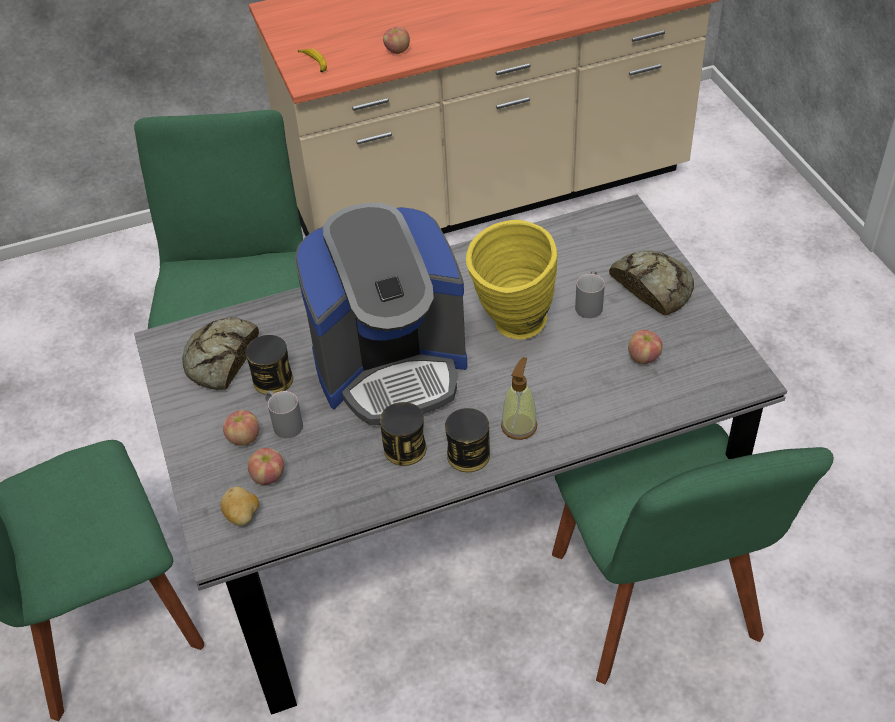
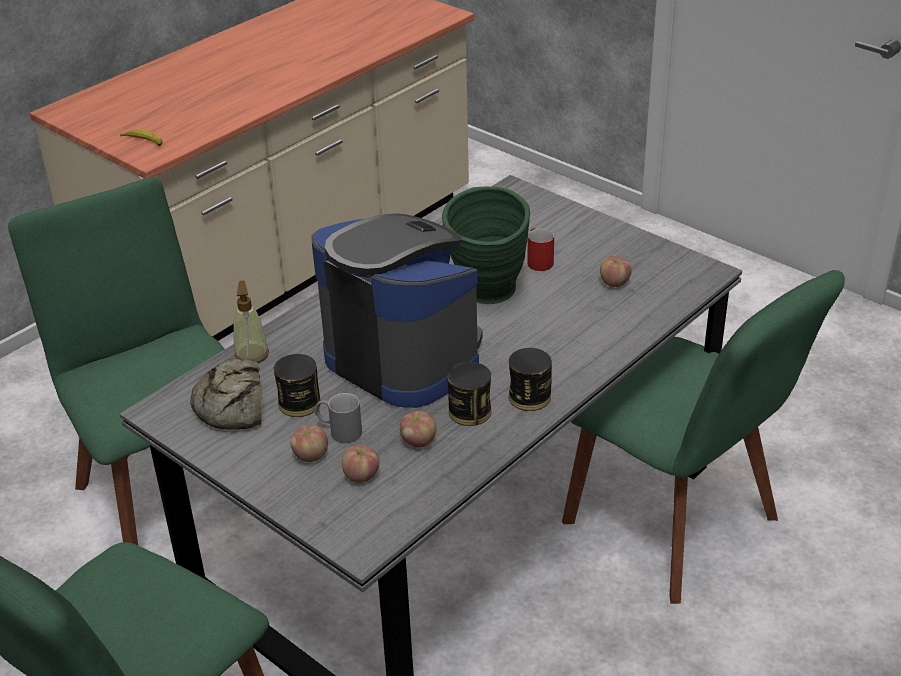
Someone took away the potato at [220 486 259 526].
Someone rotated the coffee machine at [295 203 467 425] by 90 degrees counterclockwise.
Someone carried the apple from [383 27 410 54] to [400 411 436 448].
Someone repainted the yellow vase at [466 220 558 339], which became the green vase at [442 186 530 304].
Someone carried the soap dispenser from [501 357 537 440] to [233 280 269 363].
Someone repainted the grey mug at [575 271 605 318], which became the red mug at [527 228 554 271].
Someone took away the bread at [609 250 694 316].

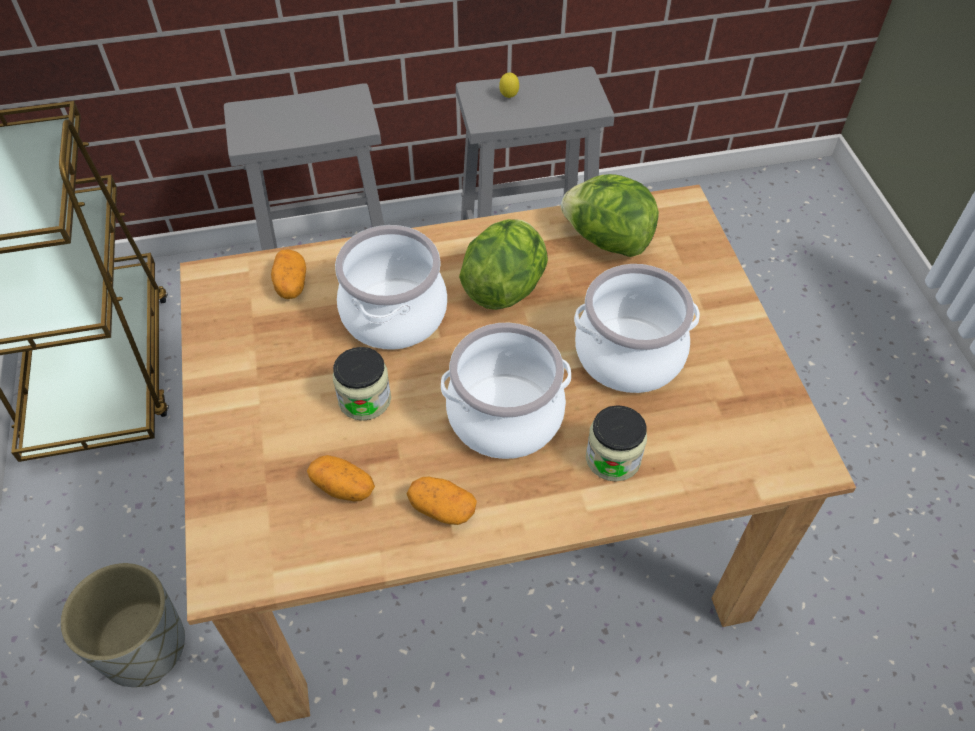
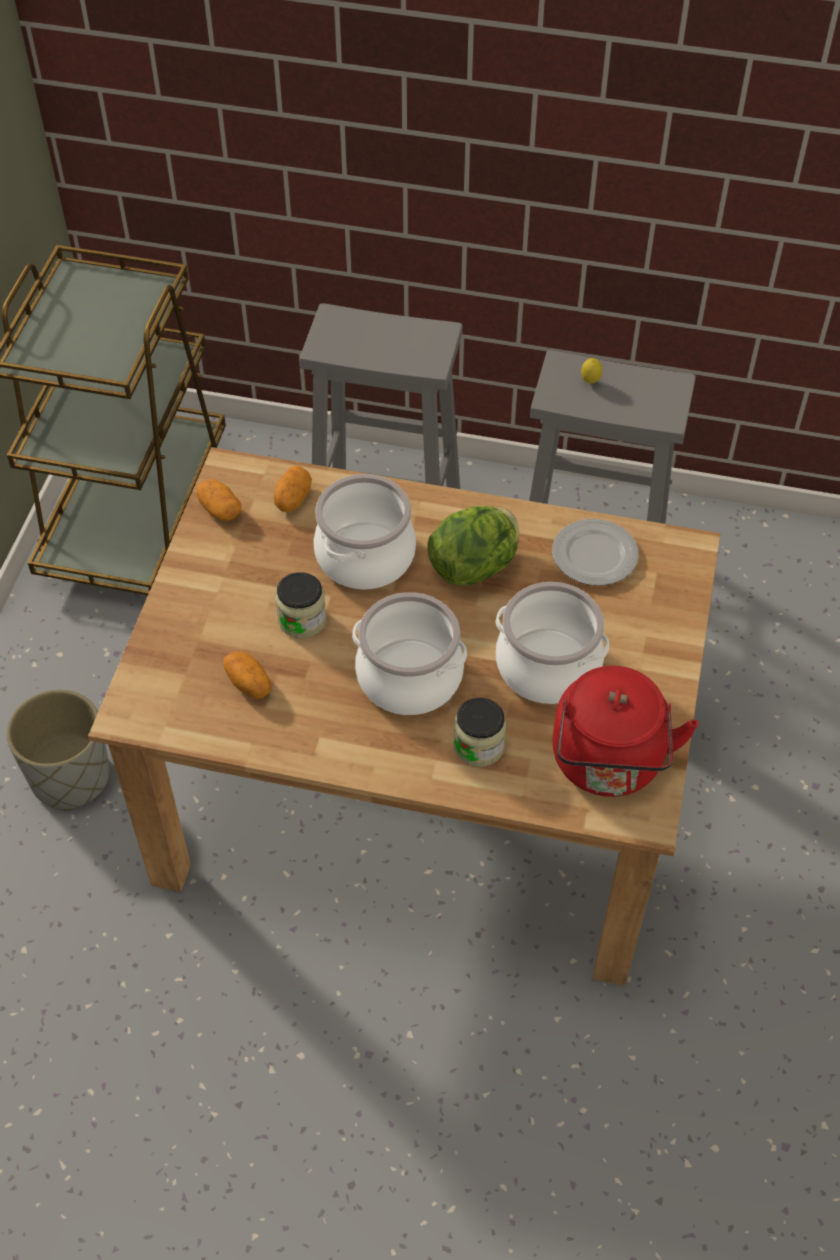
Someone carried the potato from [406 476 477 525] to [197 479 241 521].
Someone swapped the lettuce at [561 174 659 257] for the plate at [552 519 639 586].
Someone put down the red kettle at [552 666 699 797].

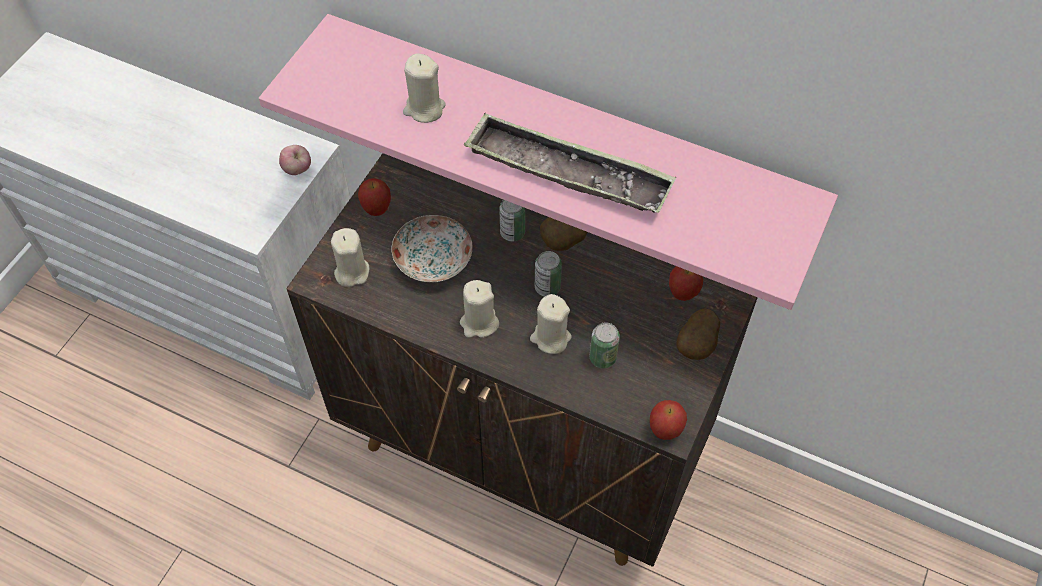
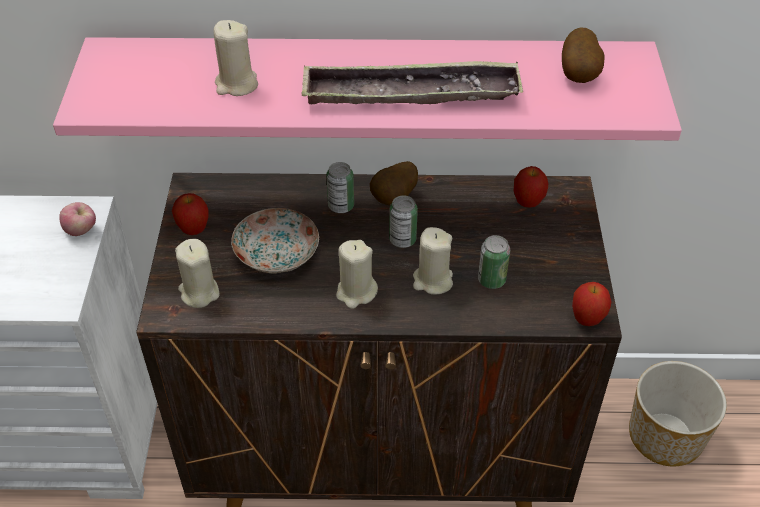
Someone carried the potato from [676 309 720 360] to [562 28 604 83].
Someone put down the planter at [629 361 727 466].

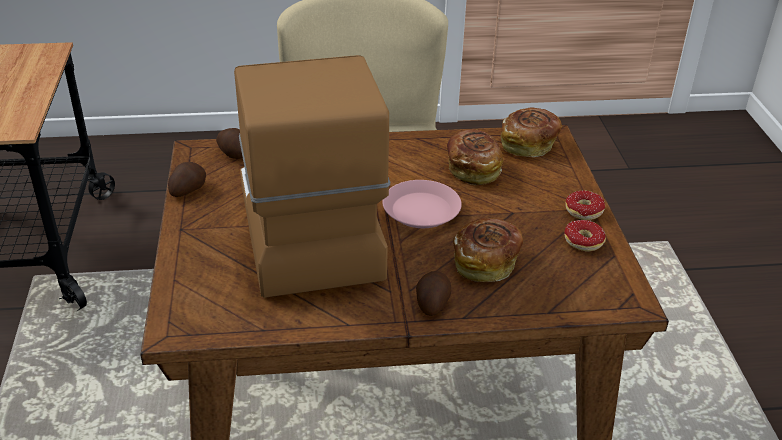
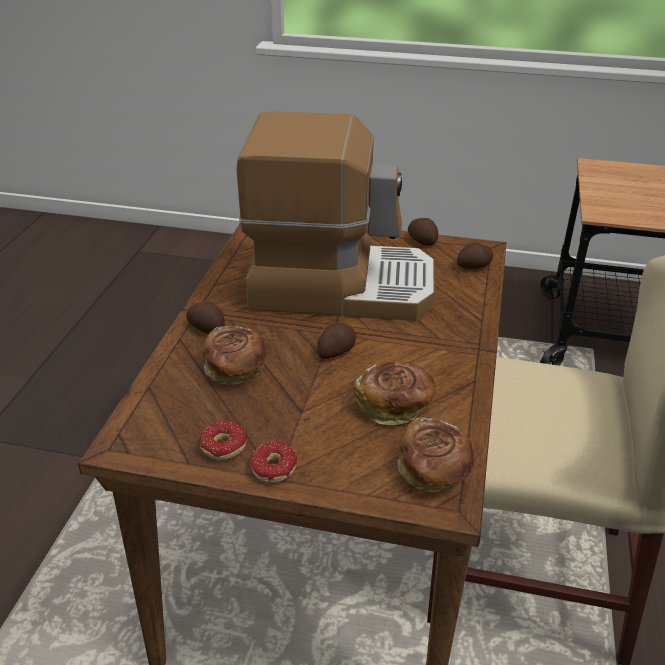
Someone swapped the pink plate at [382 180 462 228] for the potato at [317 323 356 359].

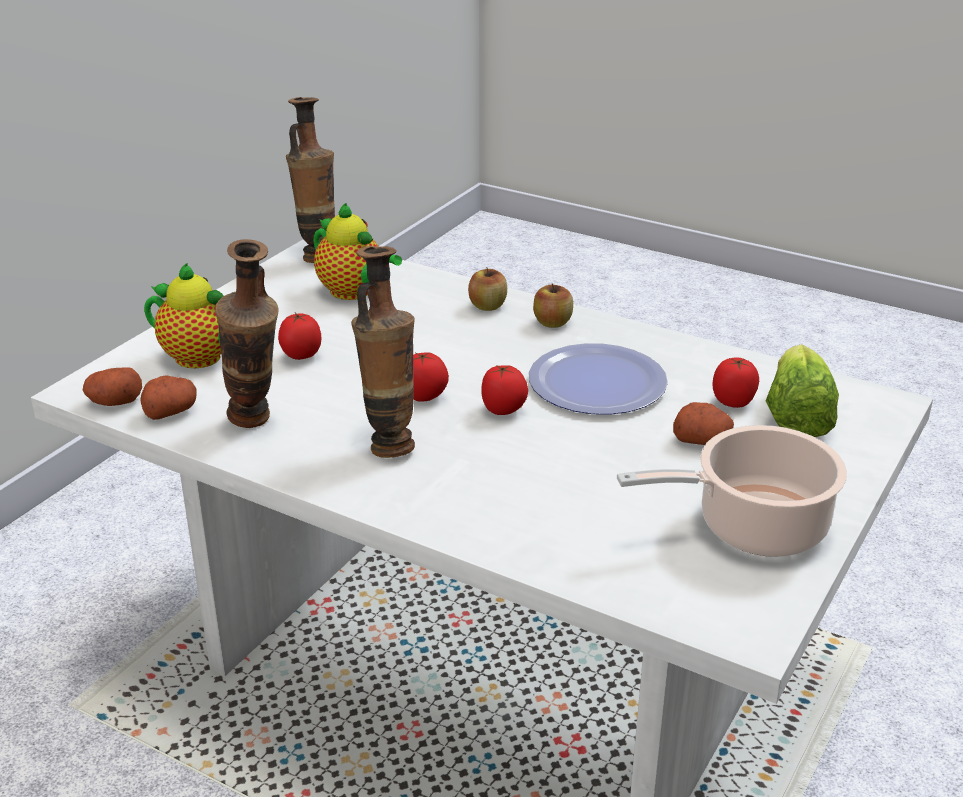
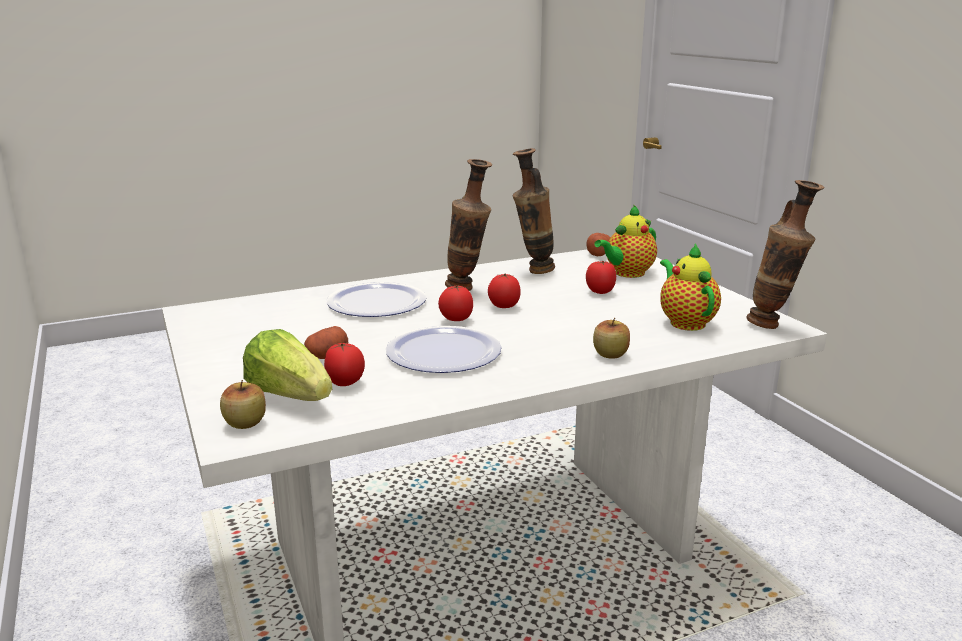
Someone took away the potato at [140 375 197 420].
Someone rotated the teapot at [313 203 402 300] by 90 degrees clockwise.
Someone carried the apple from [533 283 573 328] to [220 380 266 429].
Someone took away the cooking pot at [617 425 847 557].
Someone put down the plate at [327 282 426 317].

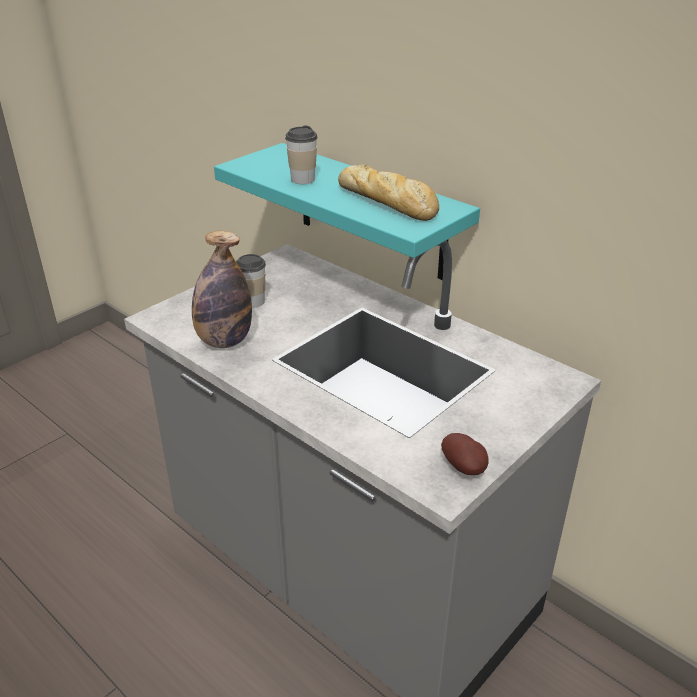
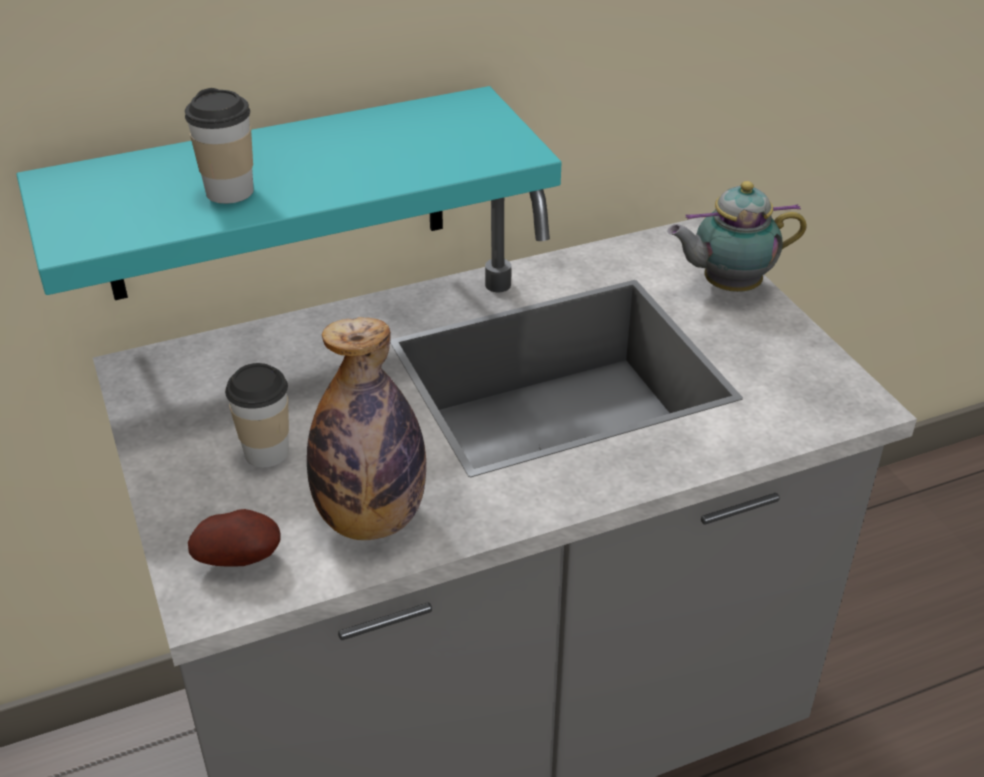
Someone took away the bread at [338 164 439 221].
Someone carried the potato from [441 433 489 475] to [188 509 281 567].
Someone put down the teapot at [668 181 807 292].

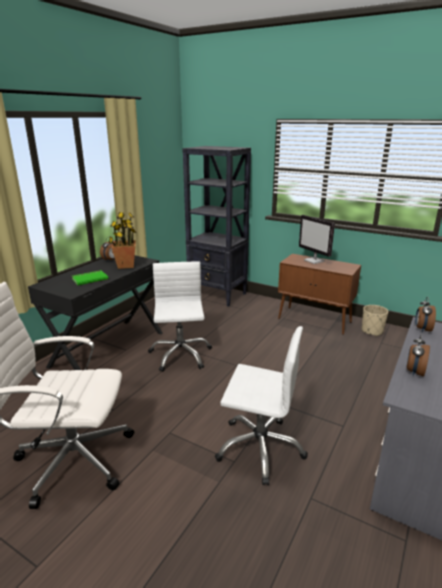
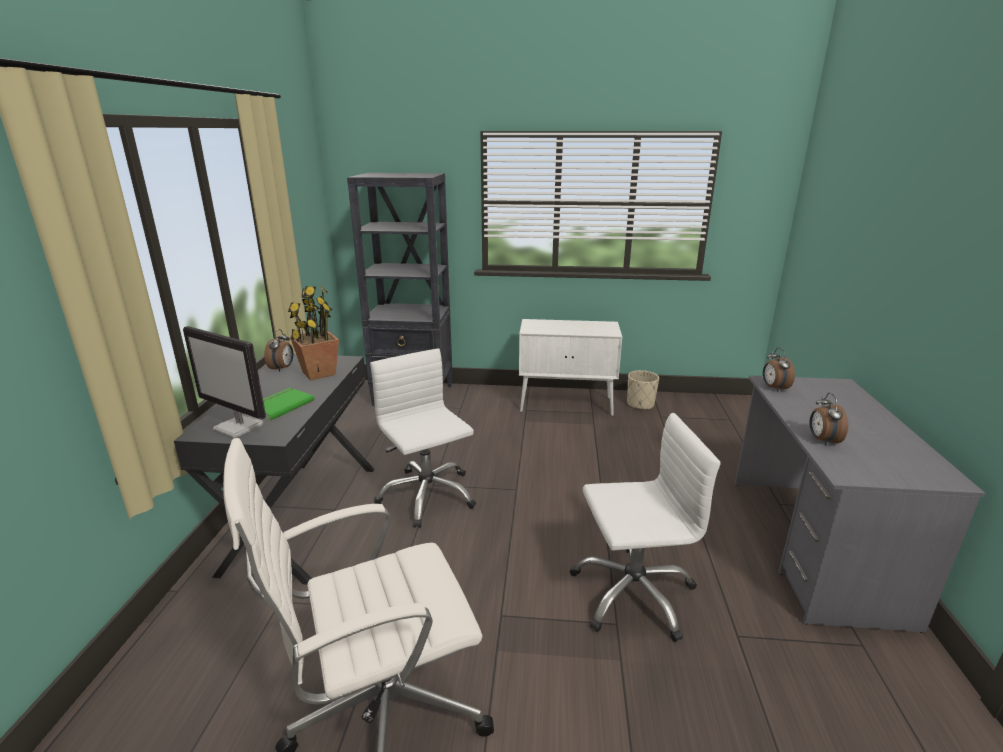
Someone repainted the brown cabinet at [278 254 361 335], which became the white cabinet at [519 319 622 416].
Someone carried the monitor from [299 215 335 264] to [183 326 266 438].

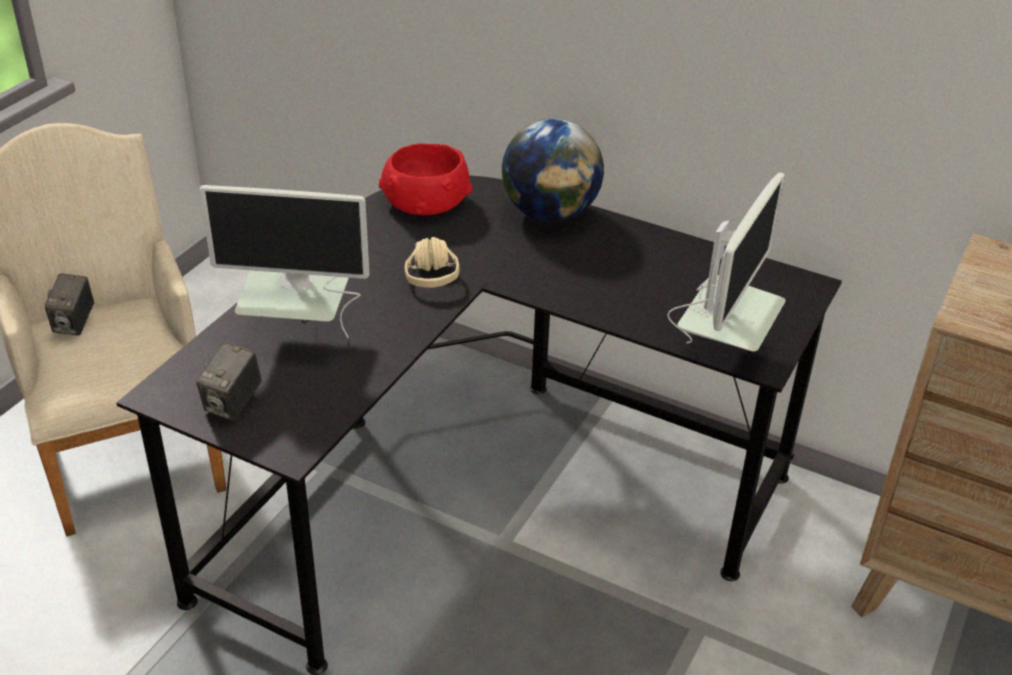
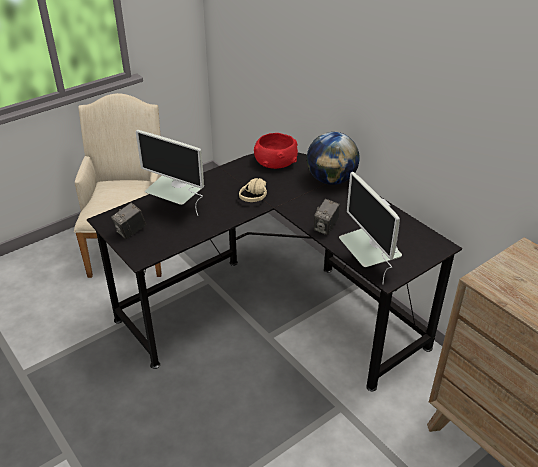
Someone carried the photo camera from [45 273 94 336] to [314 199 340 235].
Someone rotated the monitor at [667 172 785 351] by 105 degrees clockwise.

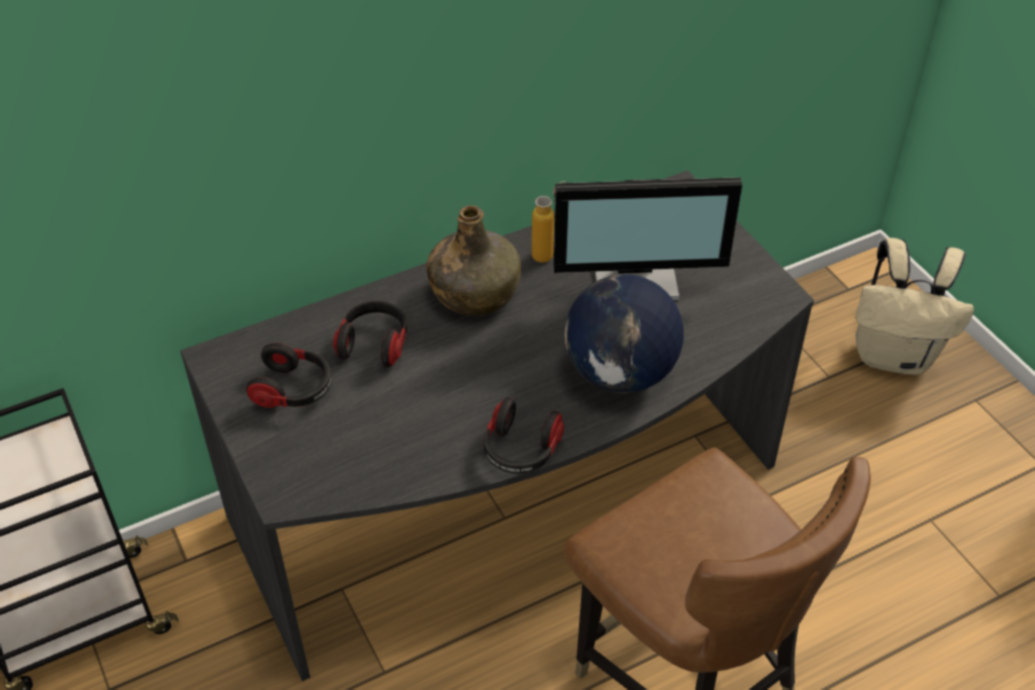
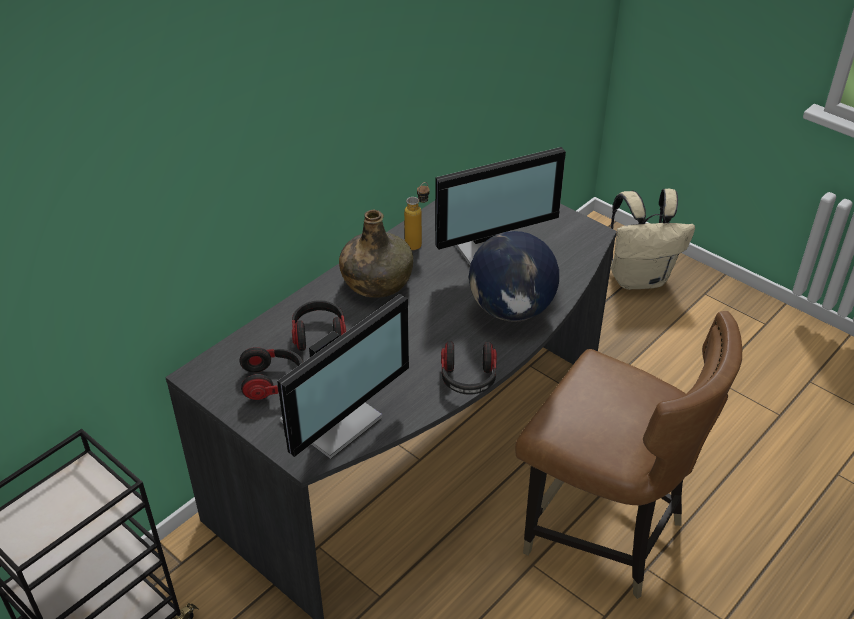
Someone put down the monitor at [277 294 409 459].

